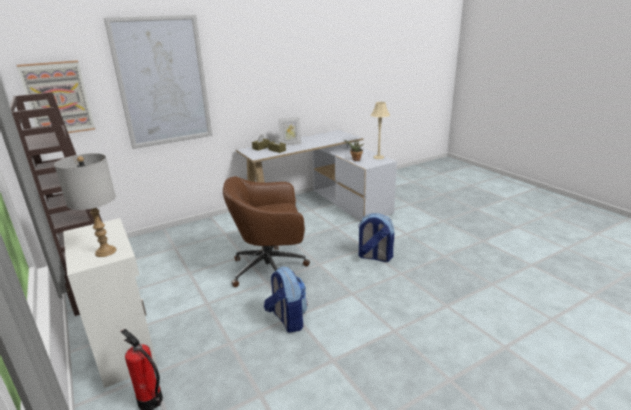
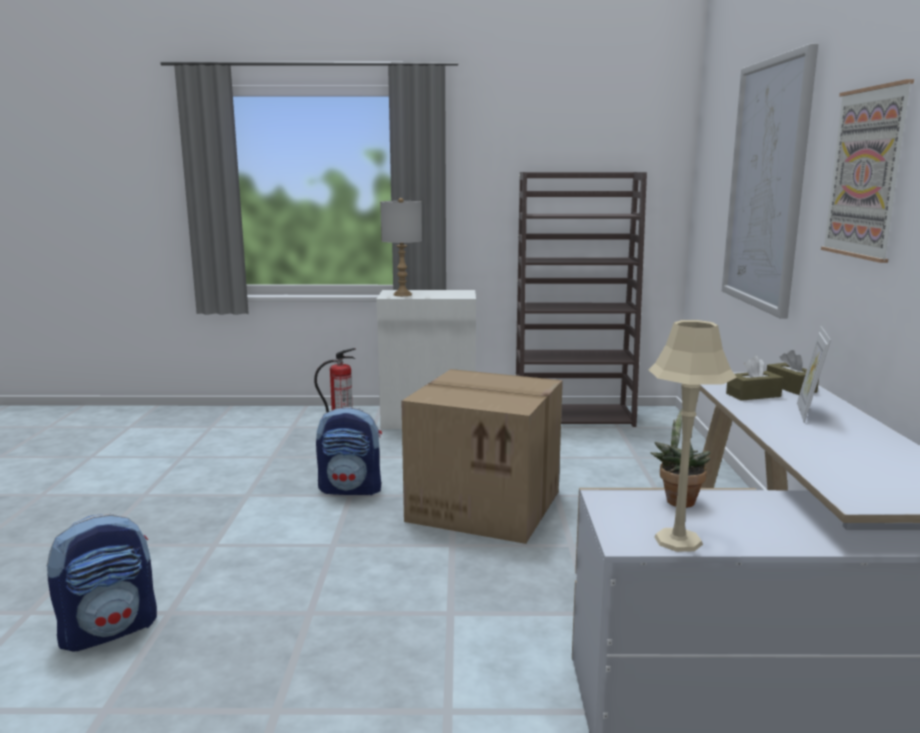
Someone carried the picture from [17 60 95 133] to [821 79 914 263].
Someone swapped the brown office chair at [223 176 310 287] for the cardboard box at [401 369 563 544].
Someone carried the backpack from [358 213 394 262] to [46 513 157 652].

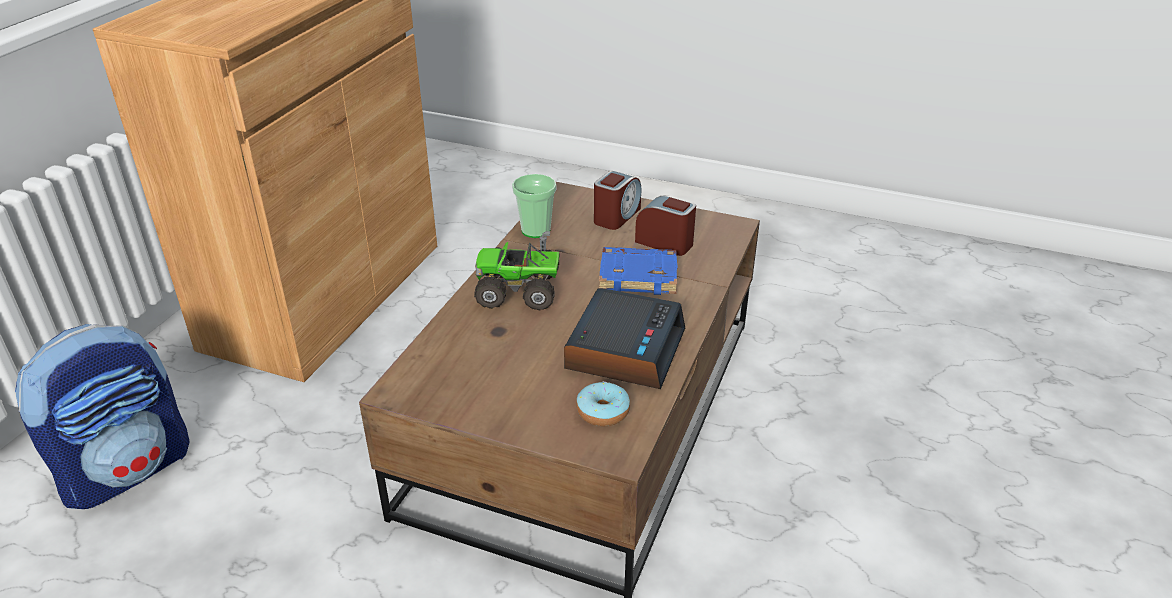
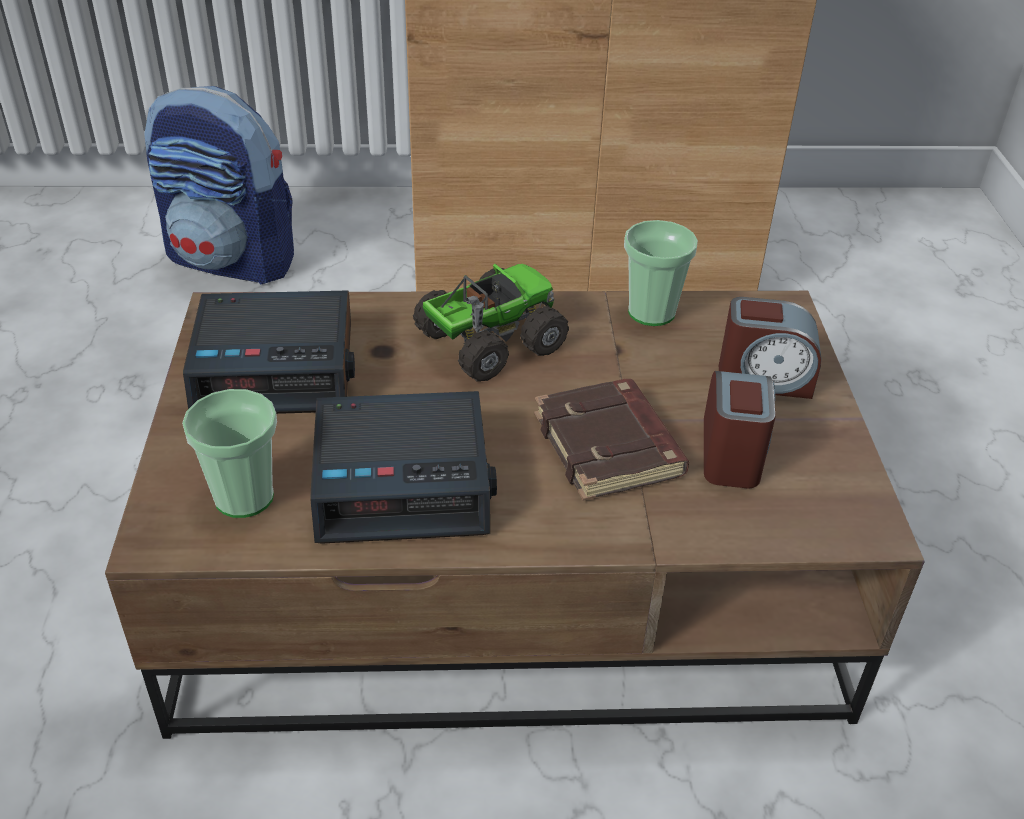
Someone rotated the toy truck at [474 231 559 310] by 75 degrees clockwise.
Someone swapped the donut at [576 382 630 426] for the cup at [182 389 277 518].
Someone repainted the blue book at [599 247 678 295], which became the brown book at [534 379 689 501].
Someone put down the alarm clock at [183 291 355 414].

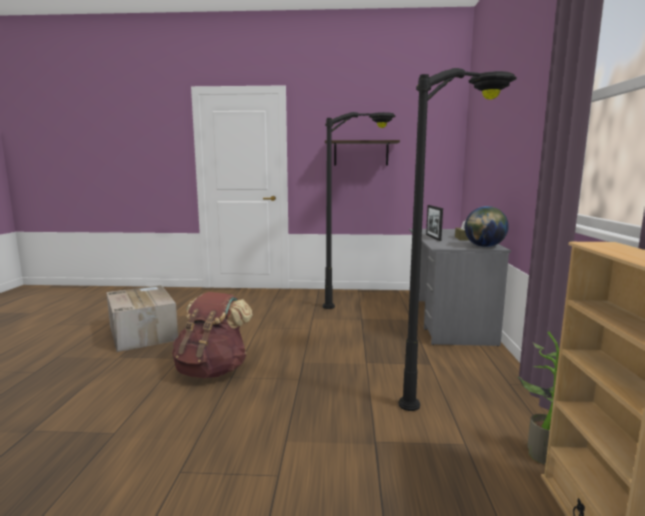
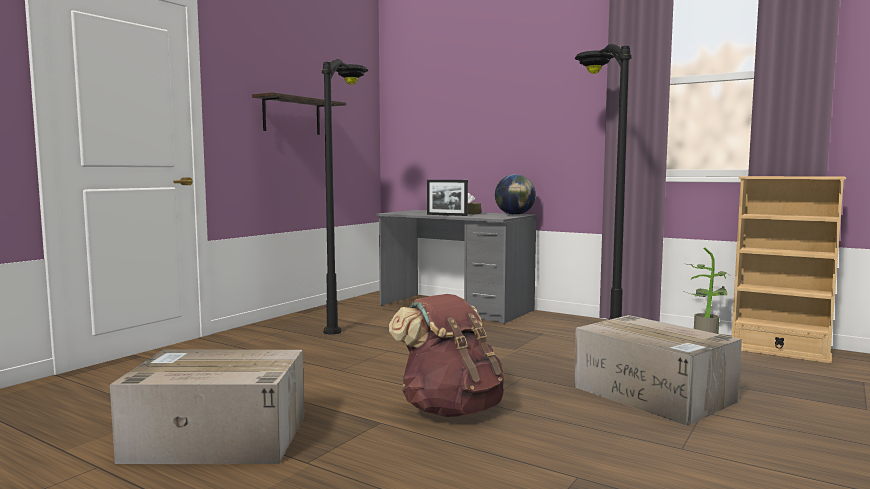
Someone put down the cardboard box at [574 315 742 426].

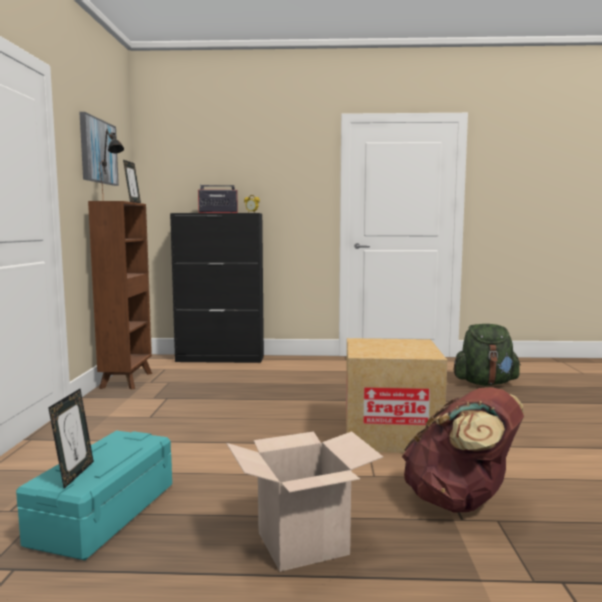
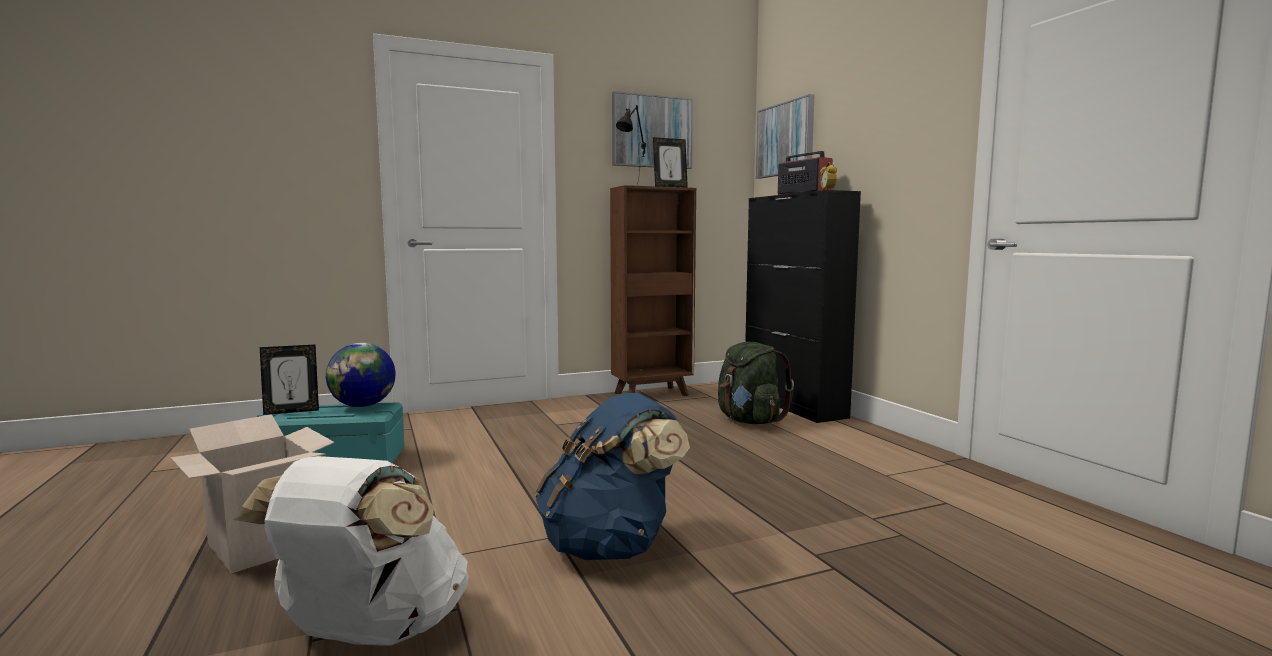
Someone swapped the cardboard box at [346 338 447 453] for the blue backpack at [535 393 690 560].
Someone repainted the brown backpack at [402 387 524 512], which became the white backpack at [234 456 469 646].
Someone carried the green backpack from [454 324 521 386] to [718 342 794 424].
Someone put down the globe at [326 343 396 407].
Someone put up the picture at [756 94 814 179].

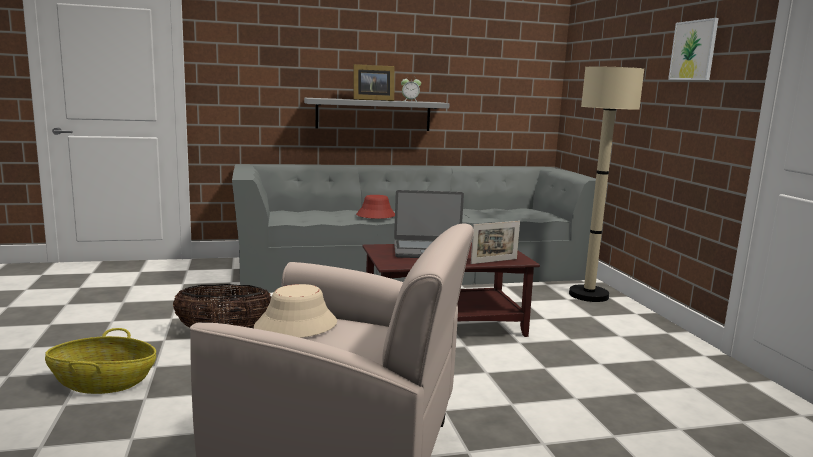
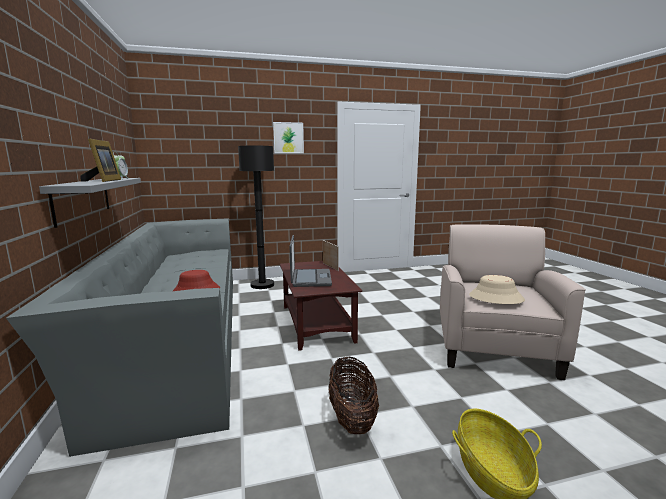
Someone repainted the beige floor lamp at [569 67 644 302], which became the black floor lamp at [238 146 274 289].

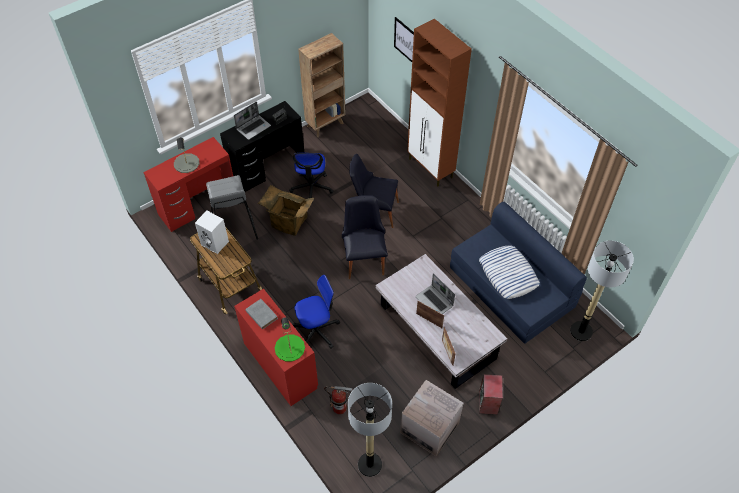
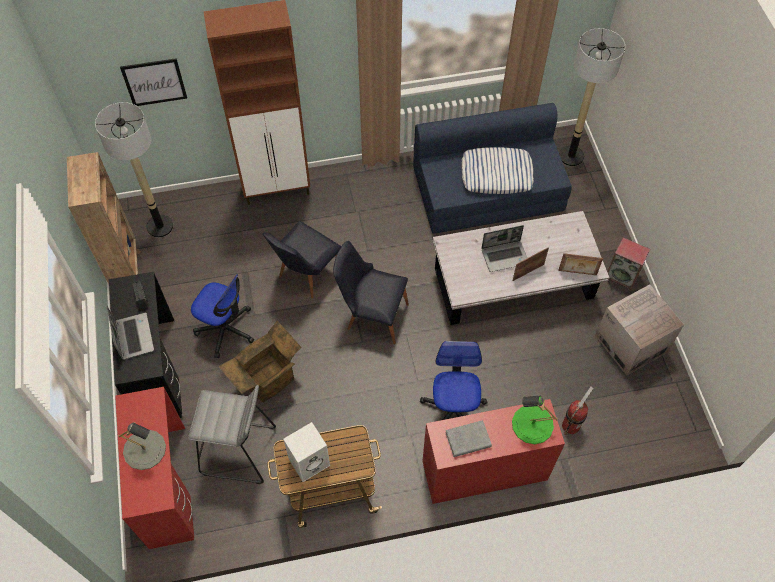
Someone carried the floor lamp from [348 383 392 477] to [95 102 173 237].

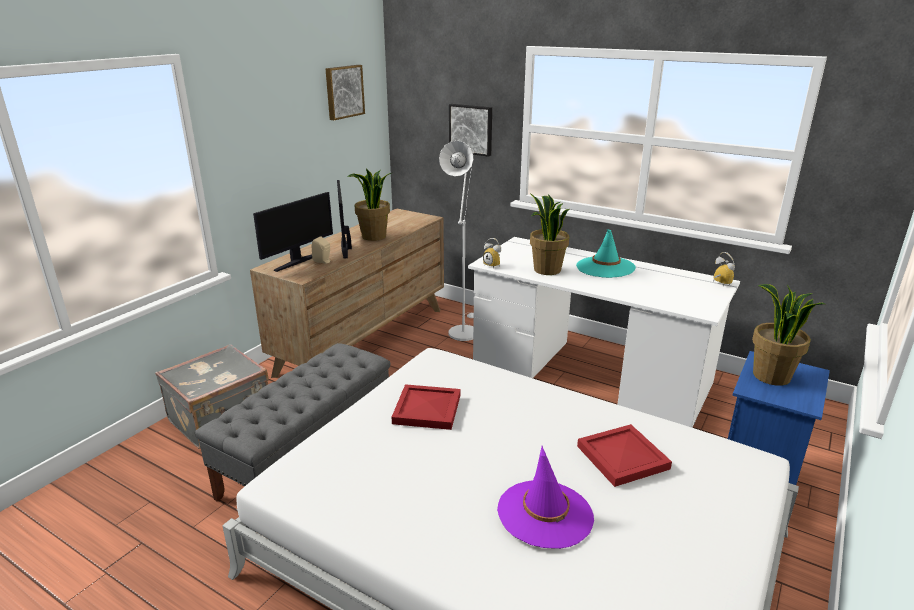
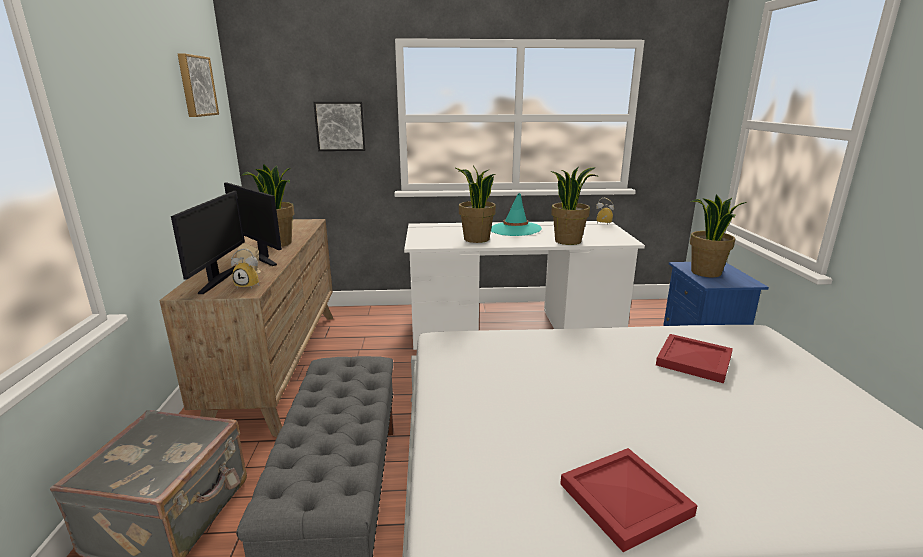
Someone carried the red tray from [392 384 460 430] to [560 448 698 552].
Someone took away the white floor lamp at [439 141 474 341].
Someone carried the alarm clock from [483 238 501 269] to [231 248 259 289].
Someone took away the purple hat at [497 446 594 549].
Someone put down the potted plant at [551 166 597 245].

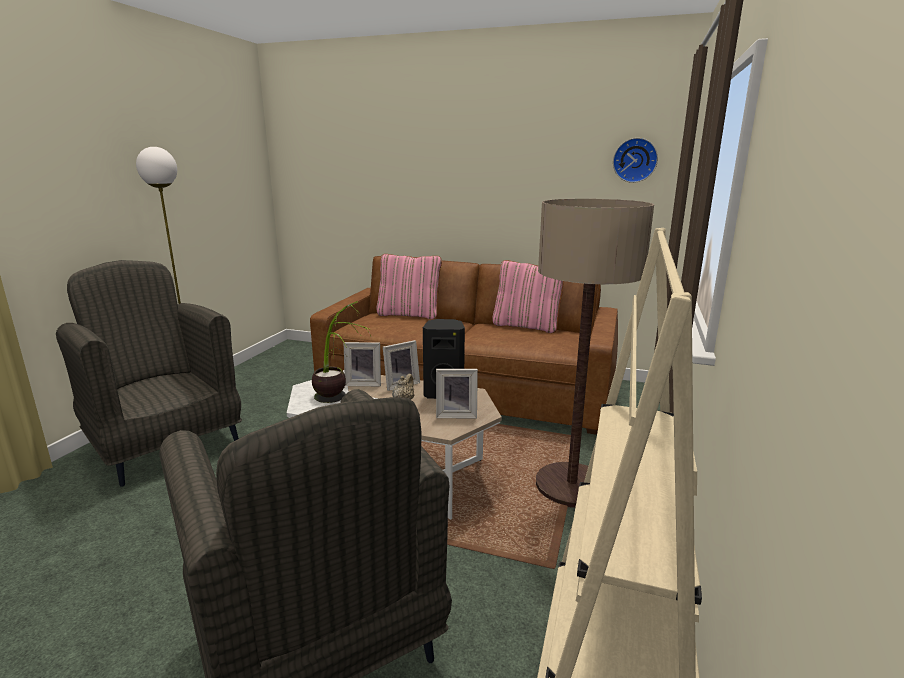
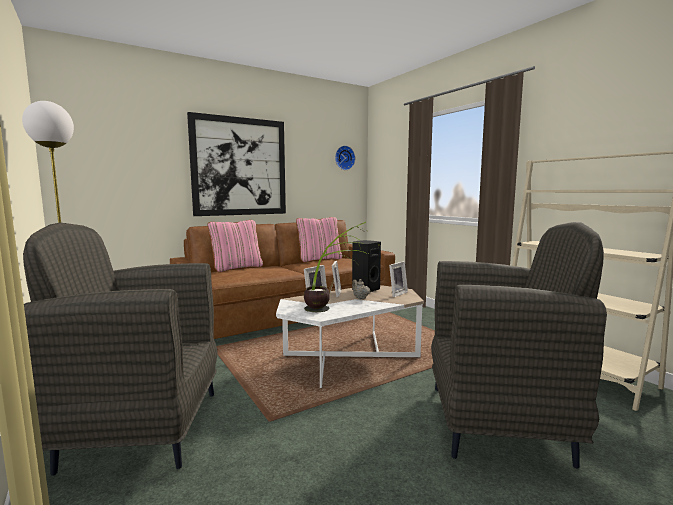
Someone took away the floor lamp at [536 199 654 508].
Someone put up the picture at [187 112 286 216].

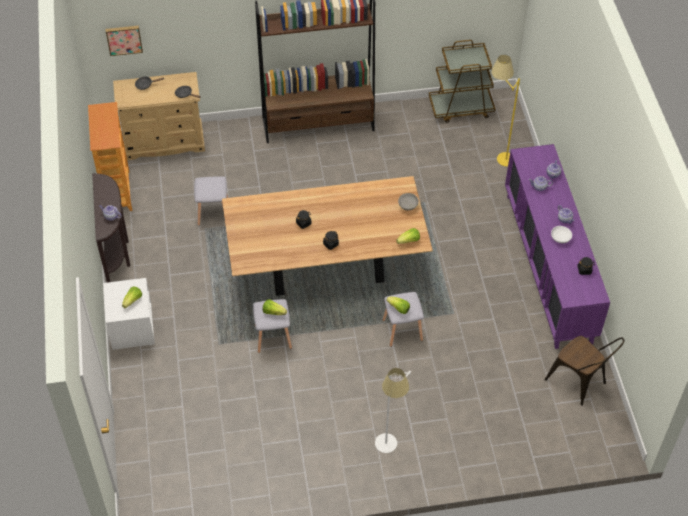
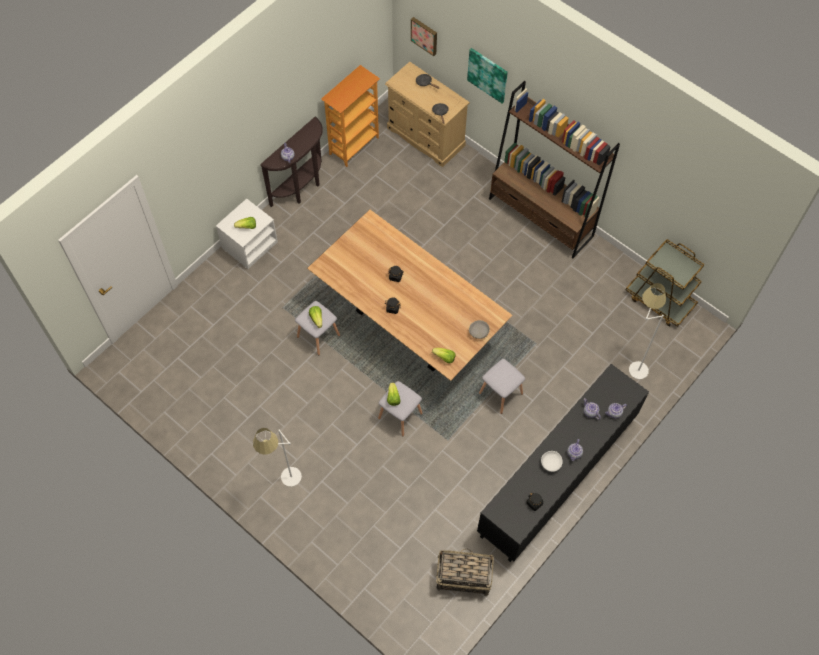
Someone carried the grey stool from [194 176 228 226] to [479 359 525 414].
Someone repainted the yellow floor lamp at [491 55 520 167], which became the white floor lamp at [629 283 666 379].
Someone repainted the purple cabinet at [505 144 610 349], which became the black cabinet at [477 364 649 562].
Someone swapped the brown chair at [545 336 624 406] for the basket at [436 549 494 596].
Someone put up the picture at [467 48 508 103].

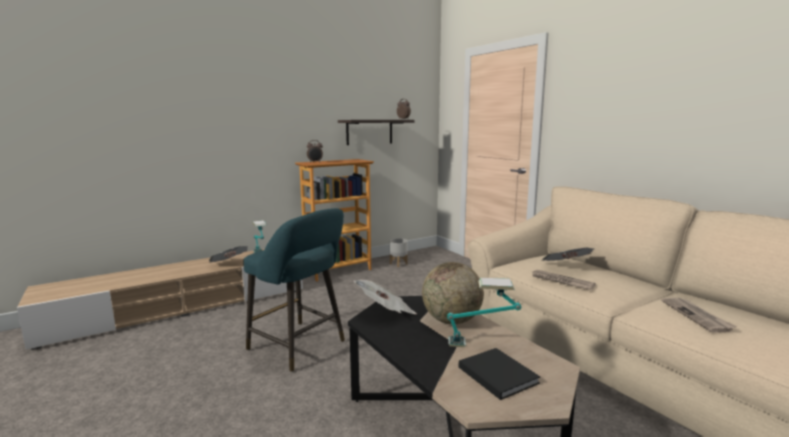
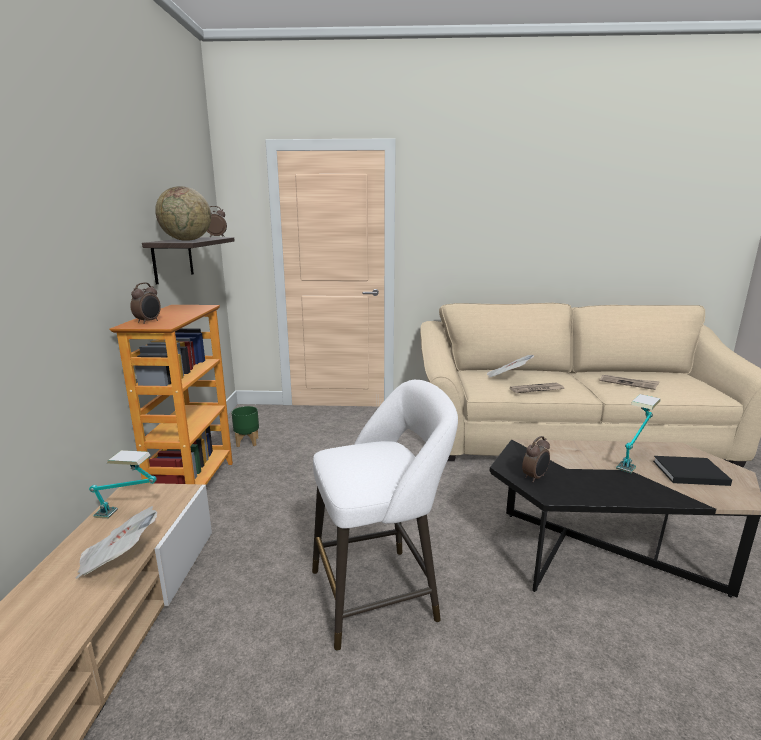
Someone repainted the turquoise stool at [243 208 345 372], which became the white stool at [312 380 458 651].
Someone swapped the newspaper at [353 280 417 314] for the alarm clock at [522 436 550 482].
Someone repainted the grey planter at [390 238 408 267], which became the green planter at [231 406 259 447].
Someone carried the globe from [422 262 484 324] to [155 186 211 241].

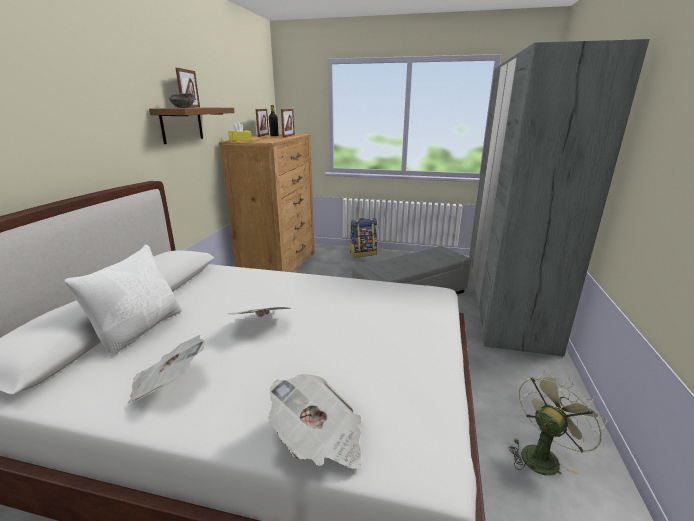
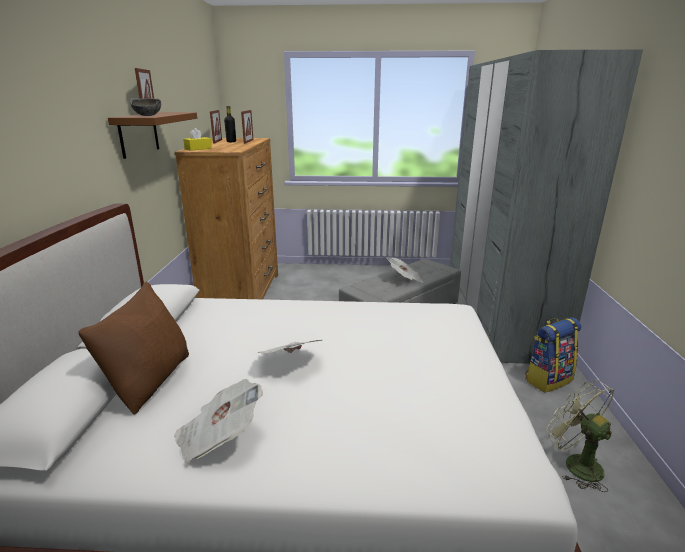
Someone repainted the white pillow at [64 245 182 356], which became the brown pillow at [79 281 189 415].
Someone carried the newspaper from [268 374 362 469] to [387 257 424 283].
Someone carried the backpack from [350 218 377 257] to [525 317 581 393].
Someone rotated the green fan at [509 371 607 476] by 75 degrees counterclockwise.

